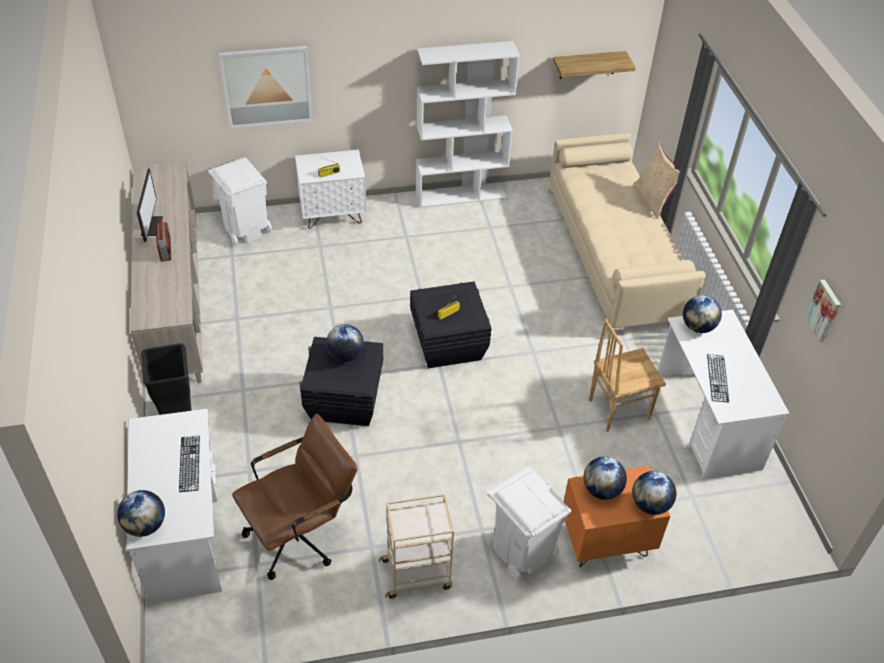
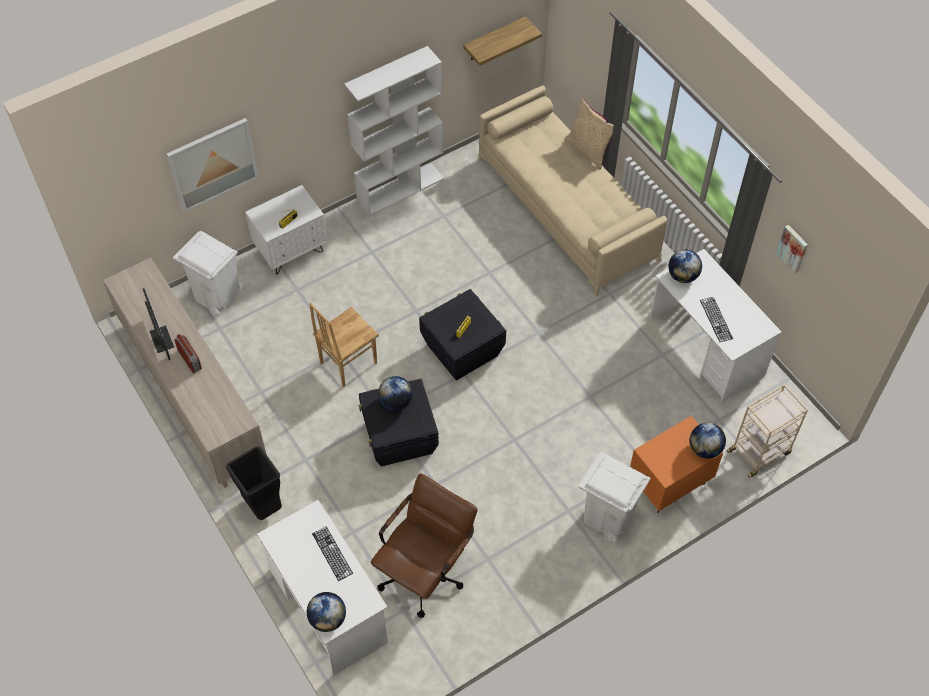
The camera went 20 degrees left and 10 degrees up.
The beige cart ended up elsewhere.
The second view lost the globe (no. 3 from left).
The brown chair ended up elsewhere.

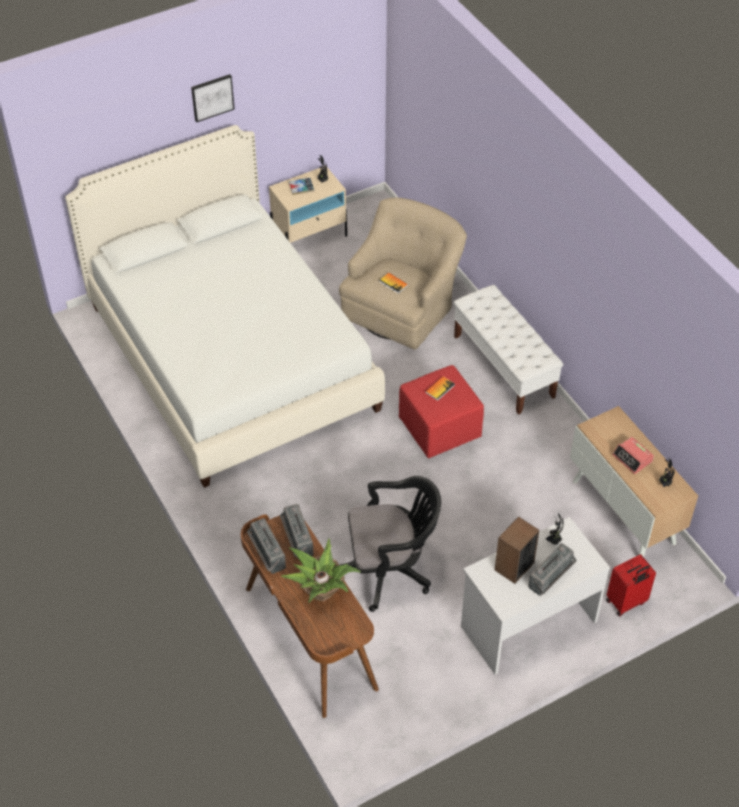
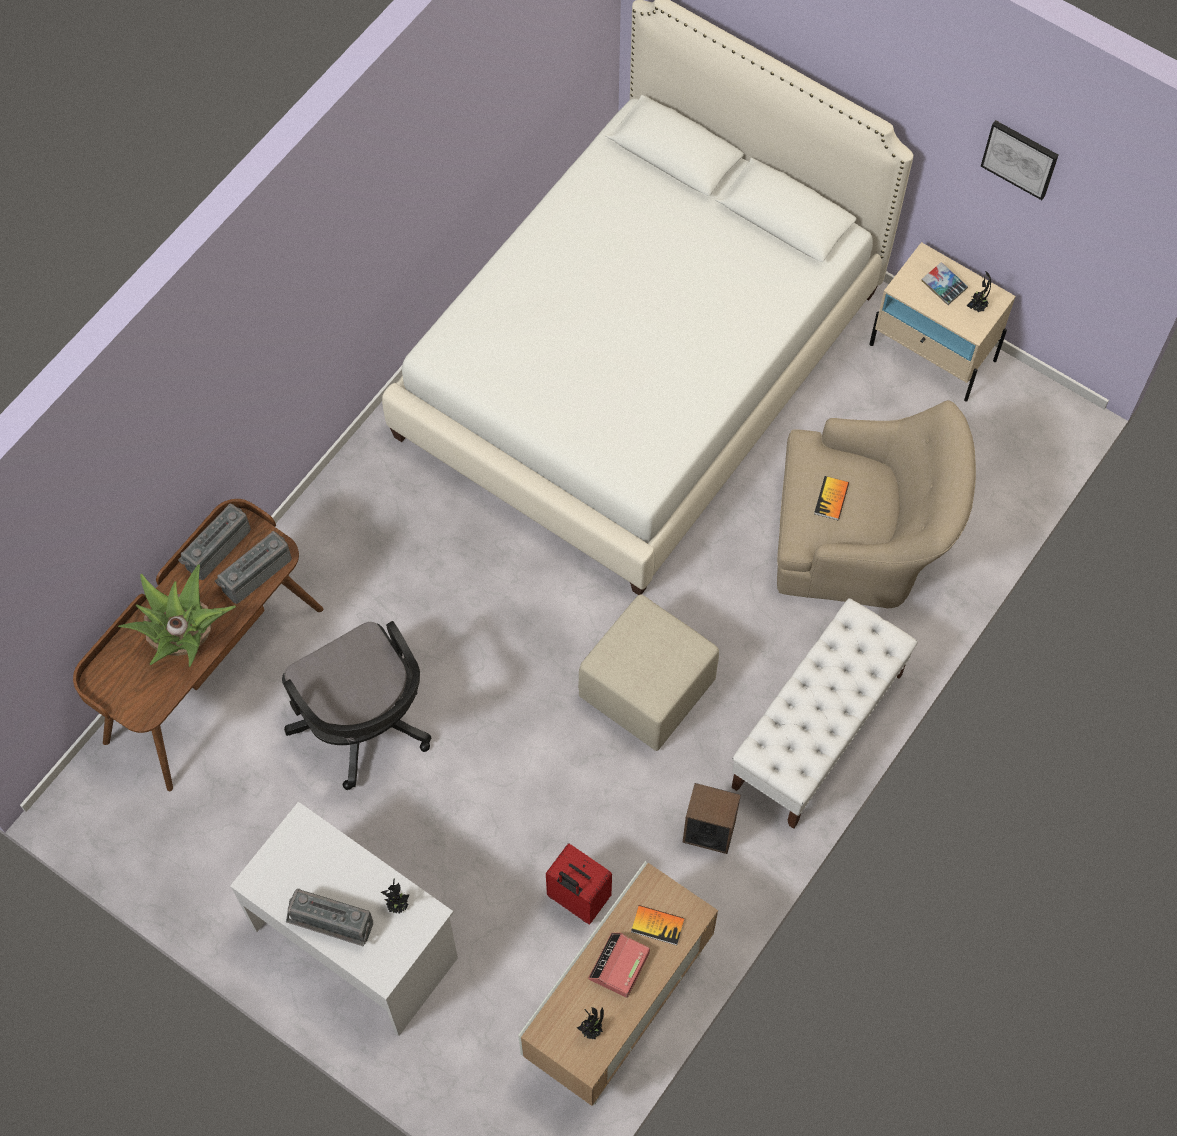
The camera went 65 degrees right and 15 degrees up.
The picture ended up elsewhere.
What was the red ottoman turned into the beige ottoman.
The book (no. 3 from left in the first image) ended up elsewhere.
The speaker ended up elsewhere.
The red suitcase ended up elsewhere.

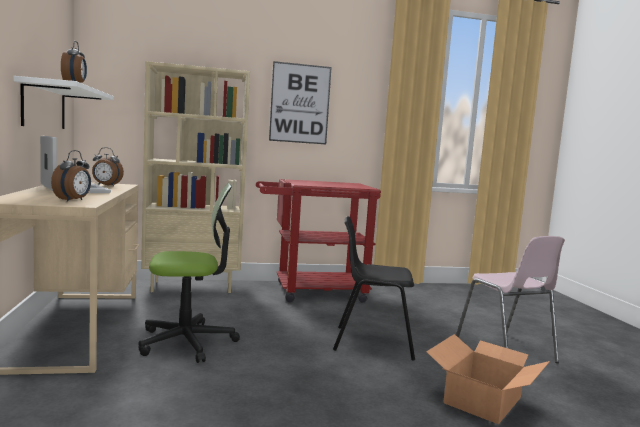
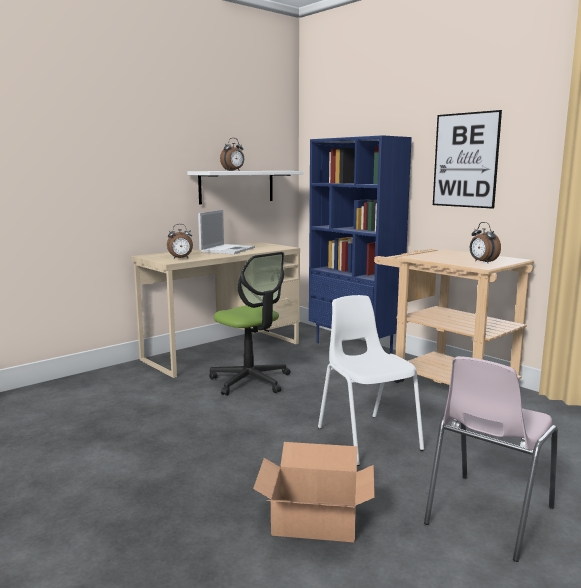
The camera went 60 degrees right and 5 degrees up.
The alarm clock (no. 3 from left) ended up elsewhere.
What was the beige bookcase turned into the blue bookcase.
What was the red cart turned into the beige cart.
What was the black chair turned into the white chair.

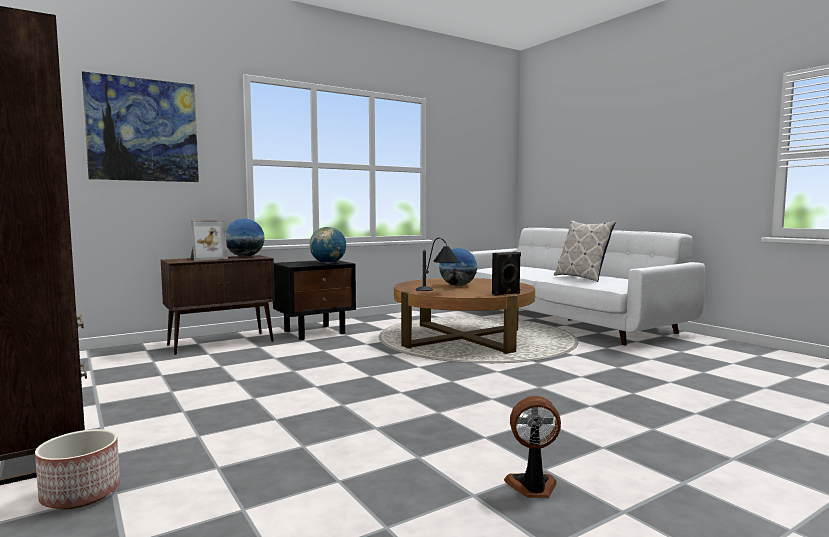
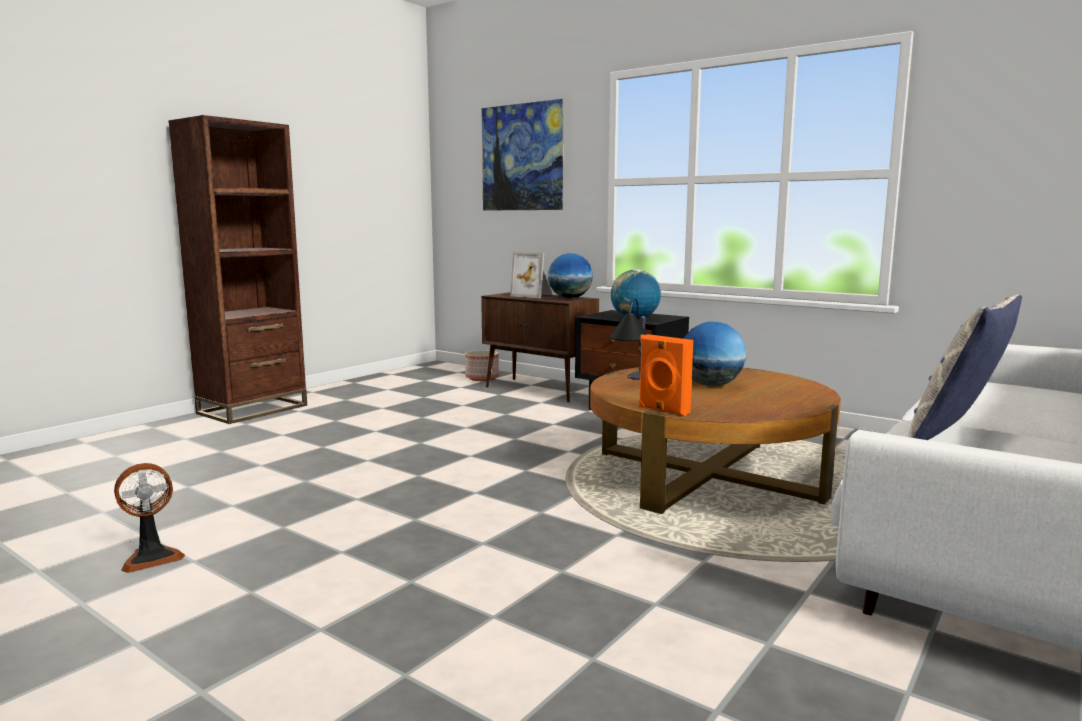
The camera went 70 degrees right and 5 degrees up.
The planter ended up elsewhere.
What was the black speaker turned into the orange speaker.
The fan ended up facing another way, 75 degrees clockwise from before.

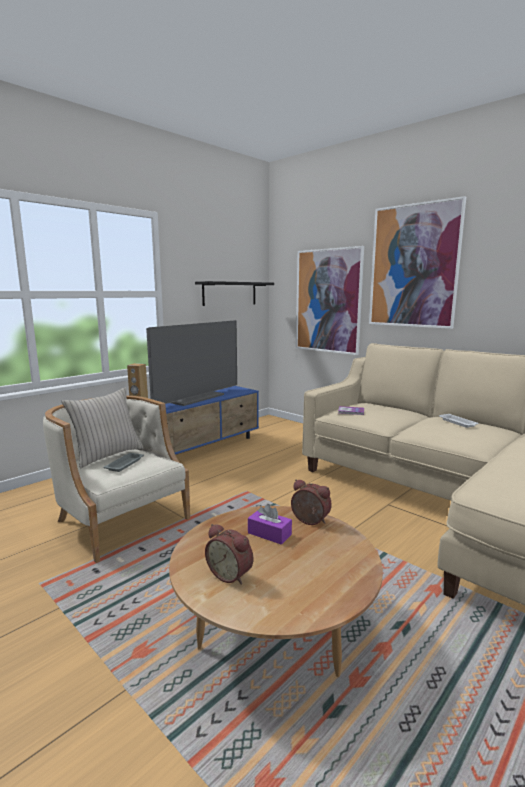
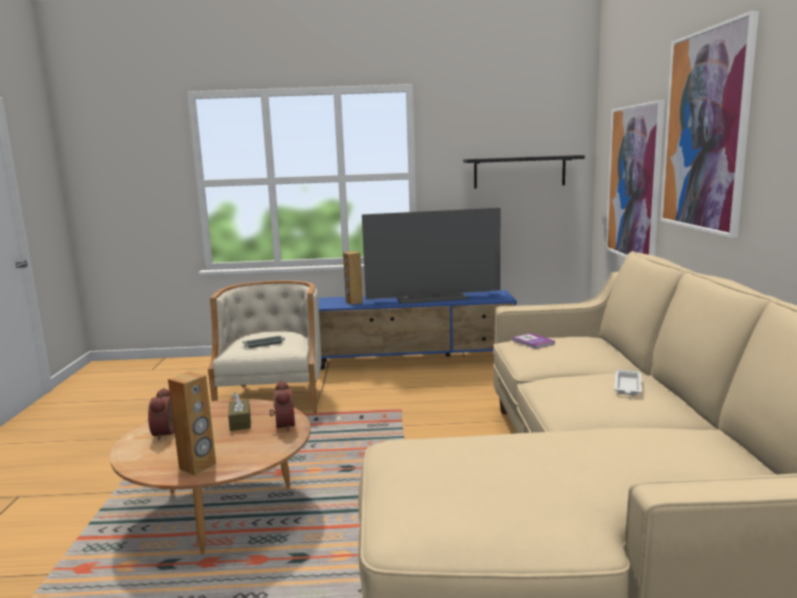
The camera went 45 degrees right and 0 degrees up.
The second view lost the beige pillow.
What was the purple tissue box turned into the brown tissue box.
The second view gained the brown speaker (no. 1 from left).

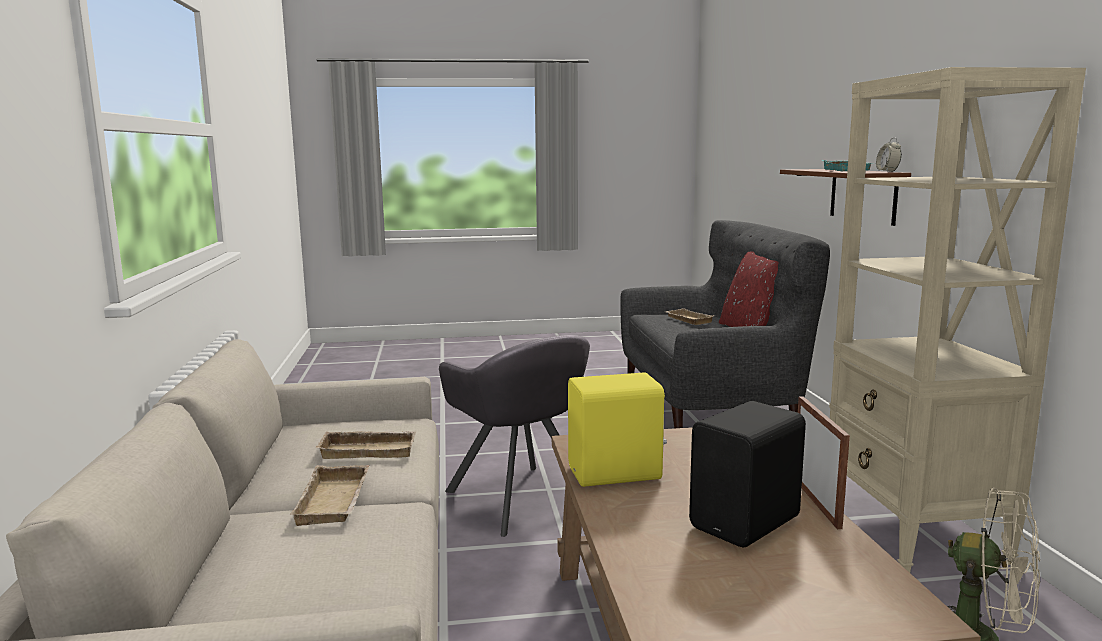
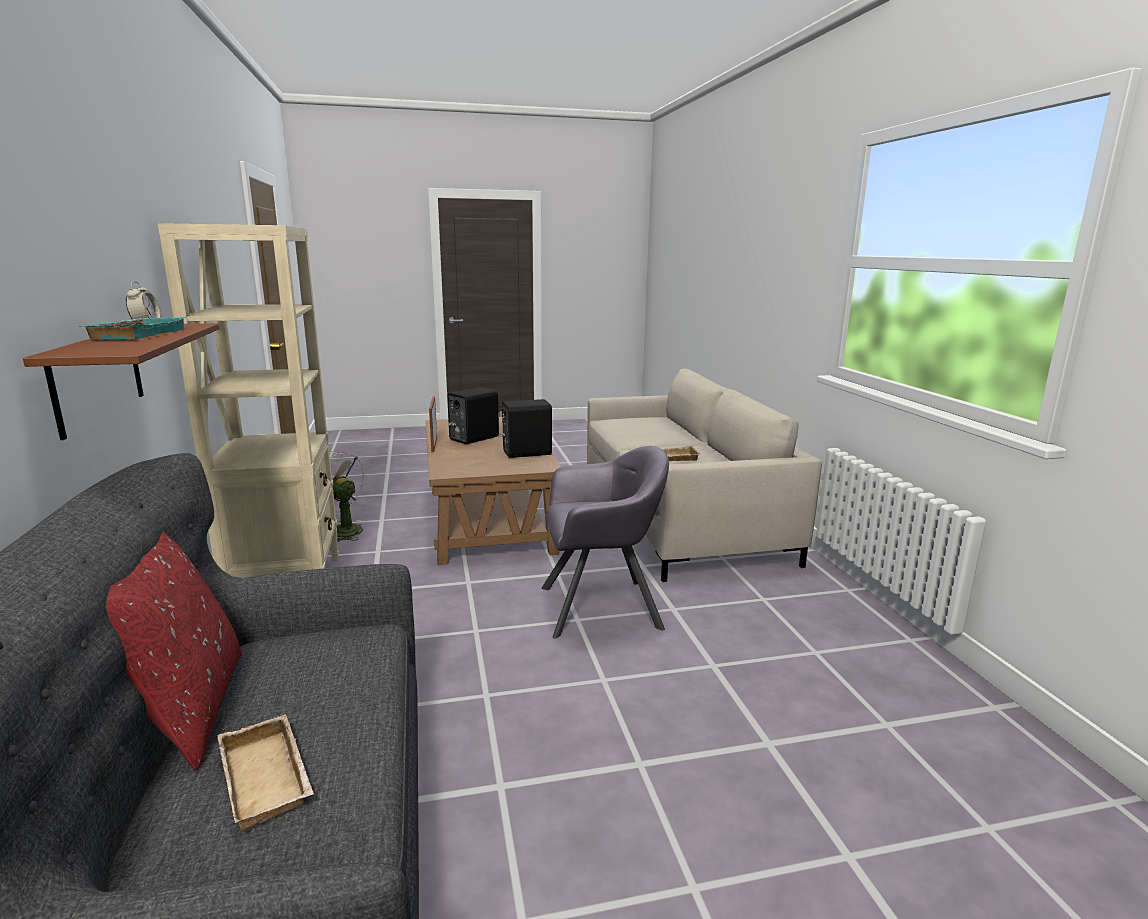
The camera went 175 degrees right and 5 degrees up.
The second view lost the beige tray (no. 1 from left).
The grey armchair ended up facing another way, 120 degrees clockwise from before.
What was the yellow speaker turned into the black speaker (no. 2 from left).

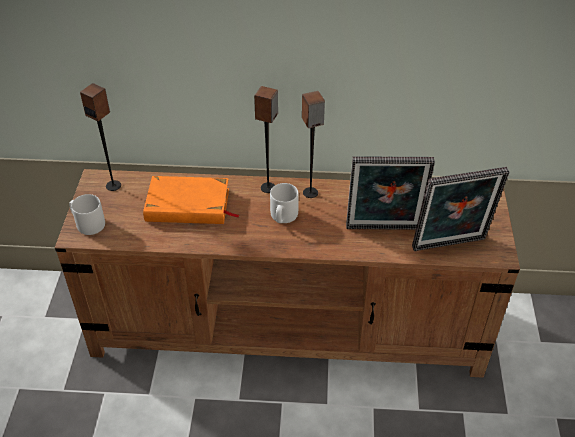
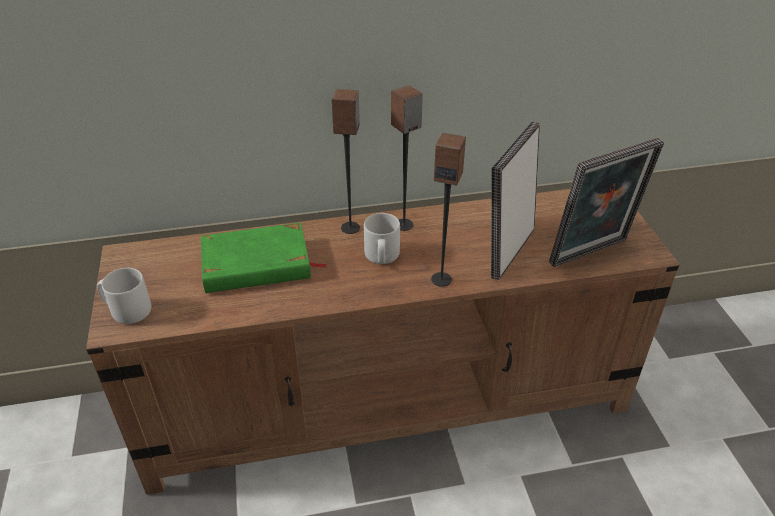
The camera went 15 degrees left and 5 degrees down.
The speaker (no. 1 from left in the first image) ended up elsewhere.
What was the orange book turned into the green book.
The picture frame (no. 1 from left) ended up facing another way, 135 degrees clockwise from before.

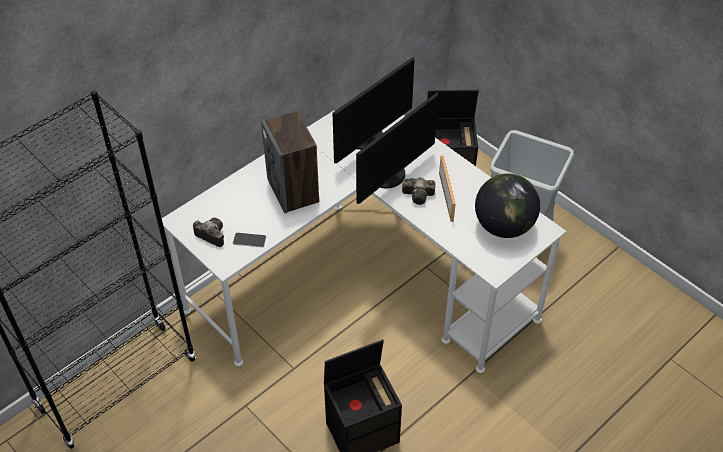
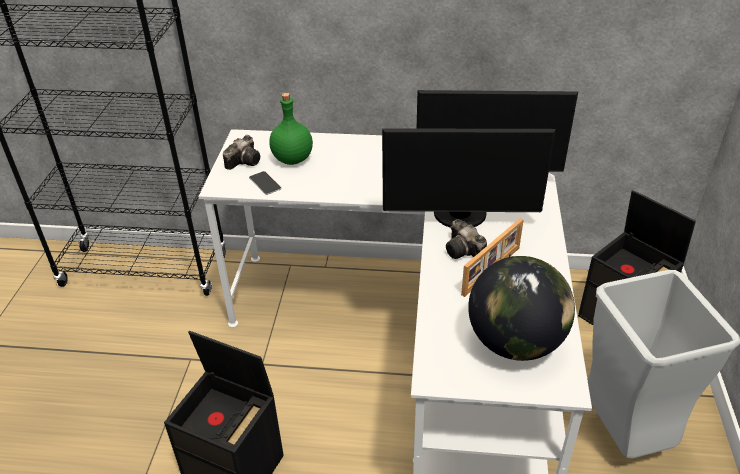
The camera went 50 degrees right and 10 degrees down.
The photo camera (no. 1 from left) ended up facing another way, 45 degrees clockwise from before.
The second view lost the speaker.
The second view gained the green bottle.

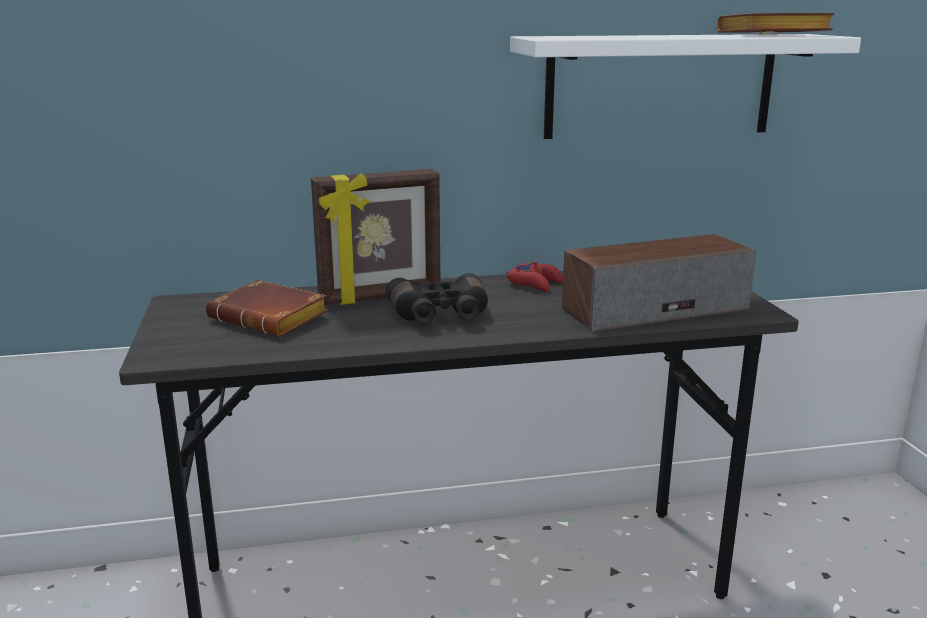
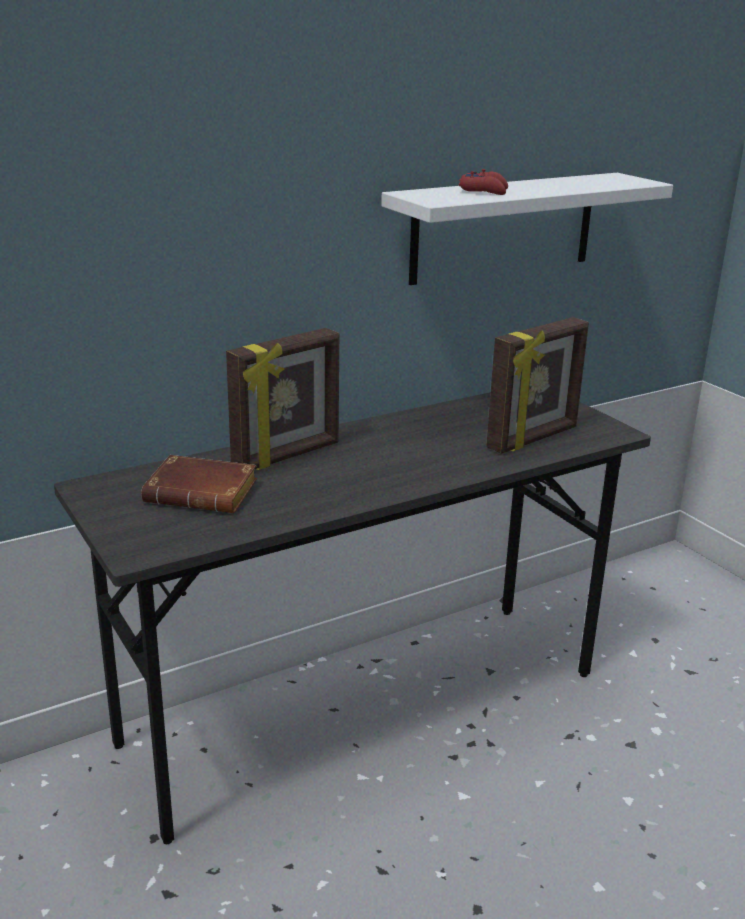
The camera went 20 degrees left and 5 degrees up.
The second view lost the black binoculars.
The red game controller ended up elsewhere.
Where the speaker stood, the picture frame (no. 2 from left) came to stand.
The second view lost the brown book (no. 2 from left).

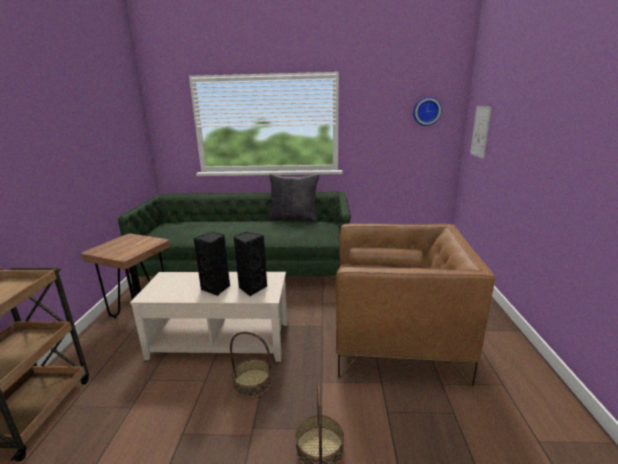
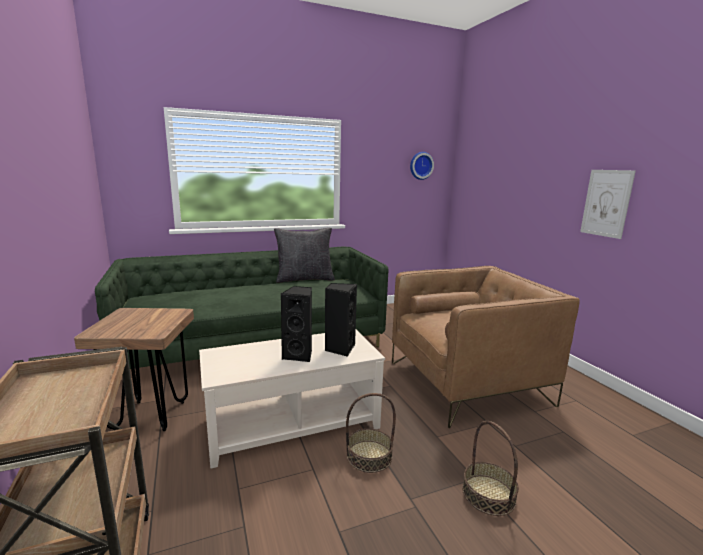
The camera went 25 degrees left and 5 degrees down.
The picture ended up elsewhere.

